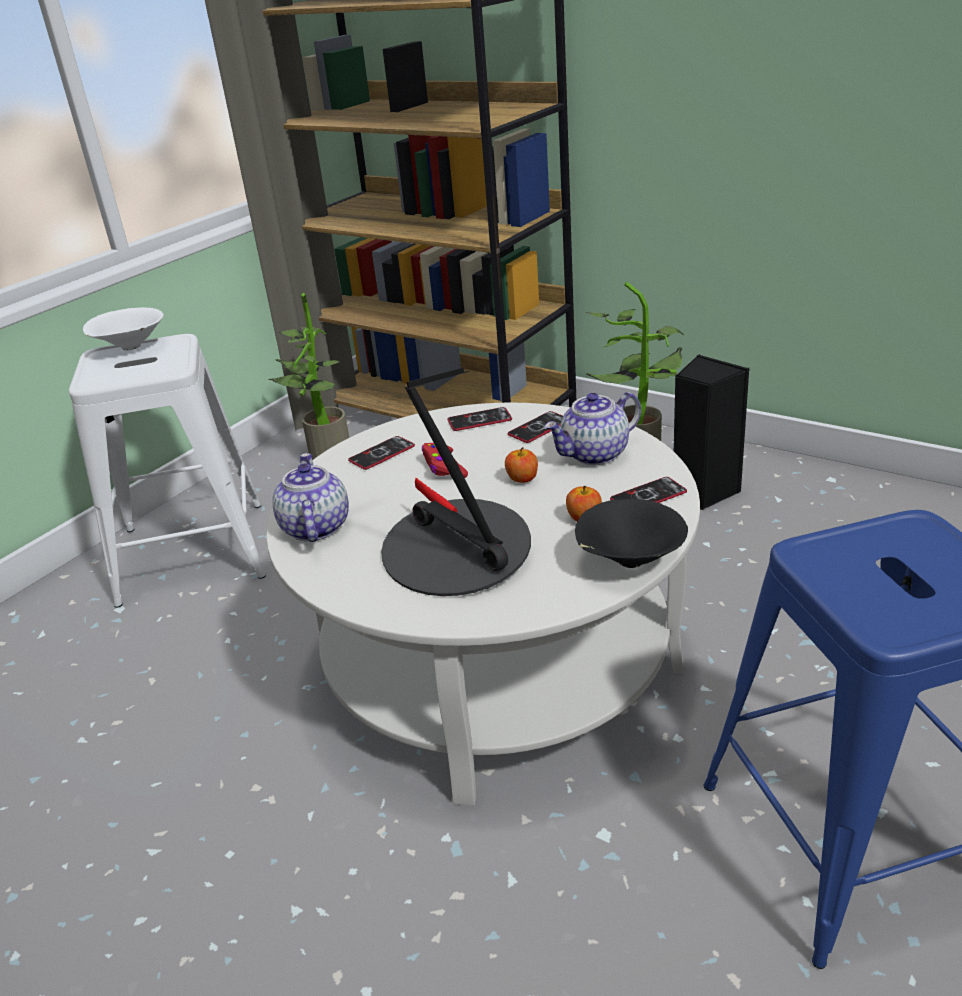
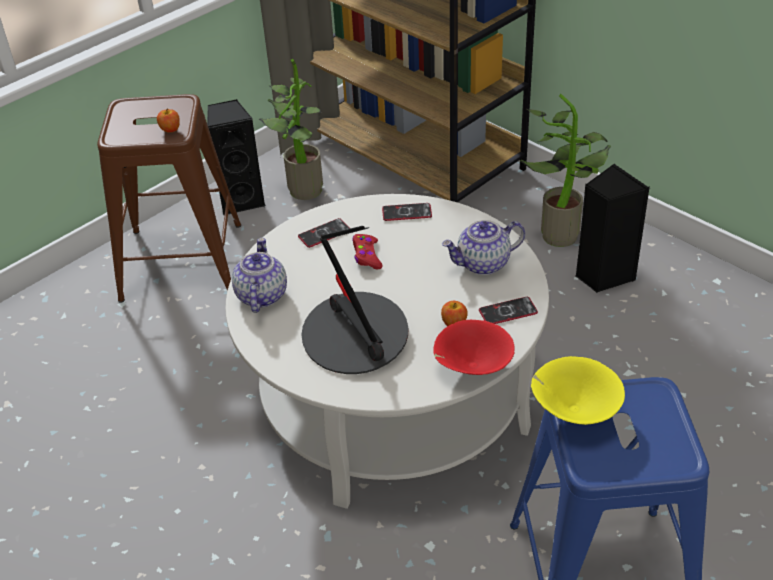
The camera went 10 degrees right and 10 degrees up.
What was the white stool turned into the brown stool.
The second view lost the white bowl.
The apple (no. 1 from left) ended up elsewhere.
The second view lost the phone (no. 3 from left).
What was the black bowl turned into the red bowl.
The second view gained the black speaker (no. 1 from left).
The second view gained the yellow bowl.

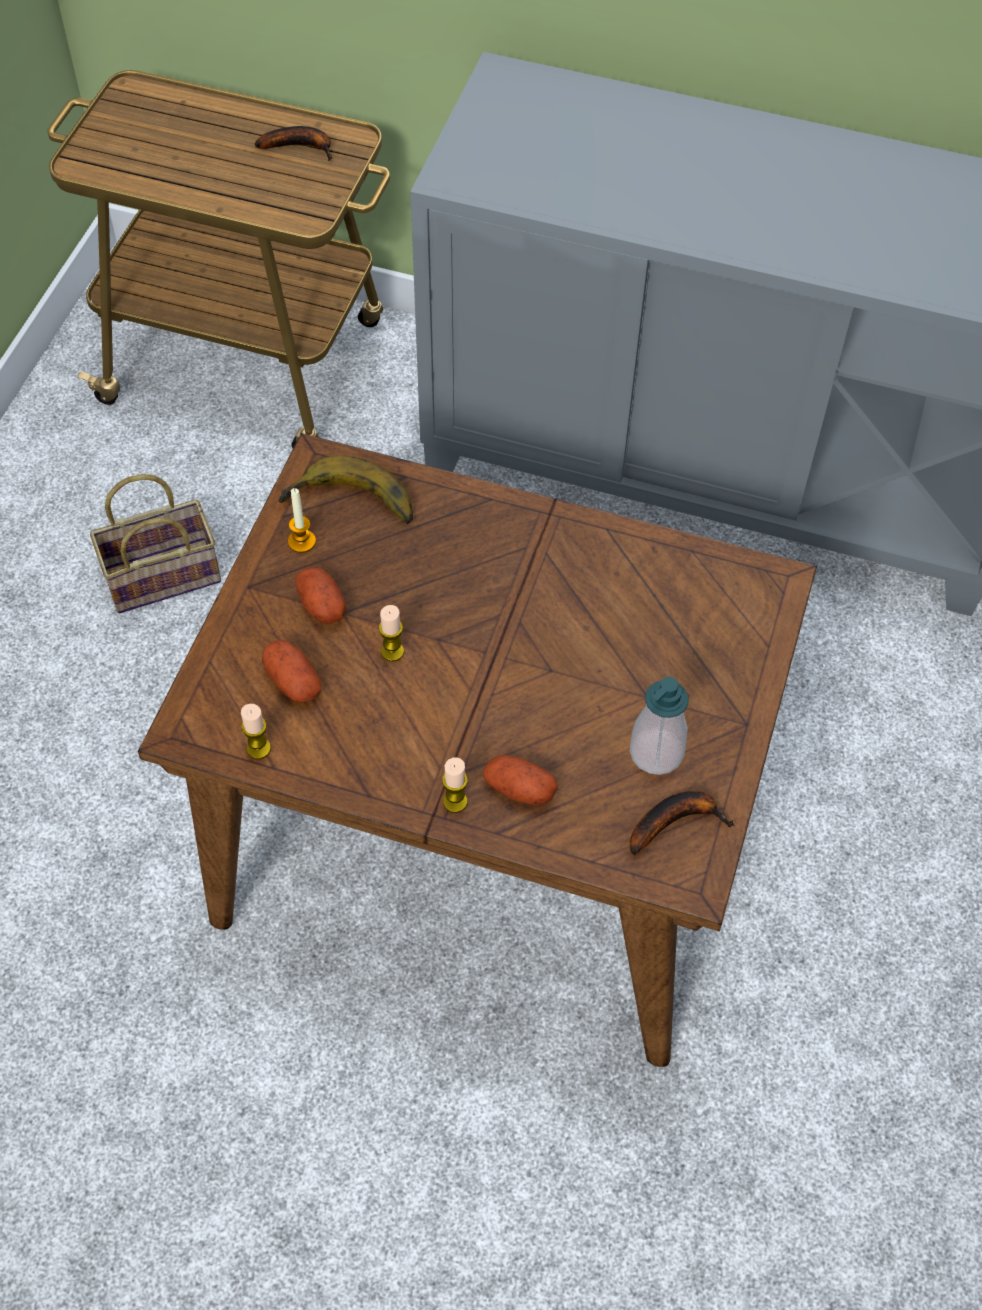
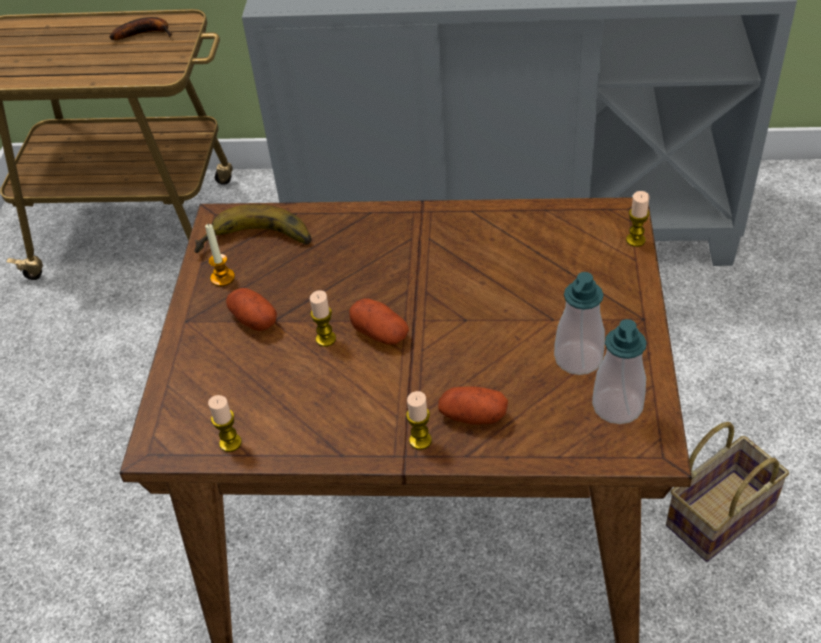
The camera went 10 degrees left and 10 degrees down.
The basket ended up elsewhere.
The potato (no. 1 from left in the first image) ended up elsewhere.
Where the banana (no. 3 from left) stood, the soap dispenser (no. 2 from left) came to stand.
The second view gained the candle (no. 5 from left).

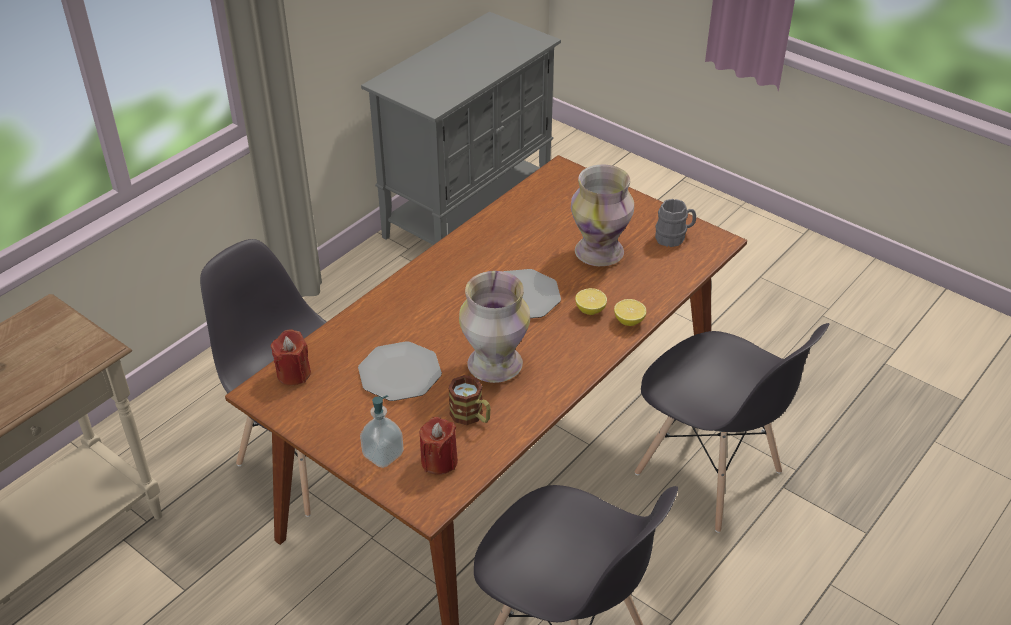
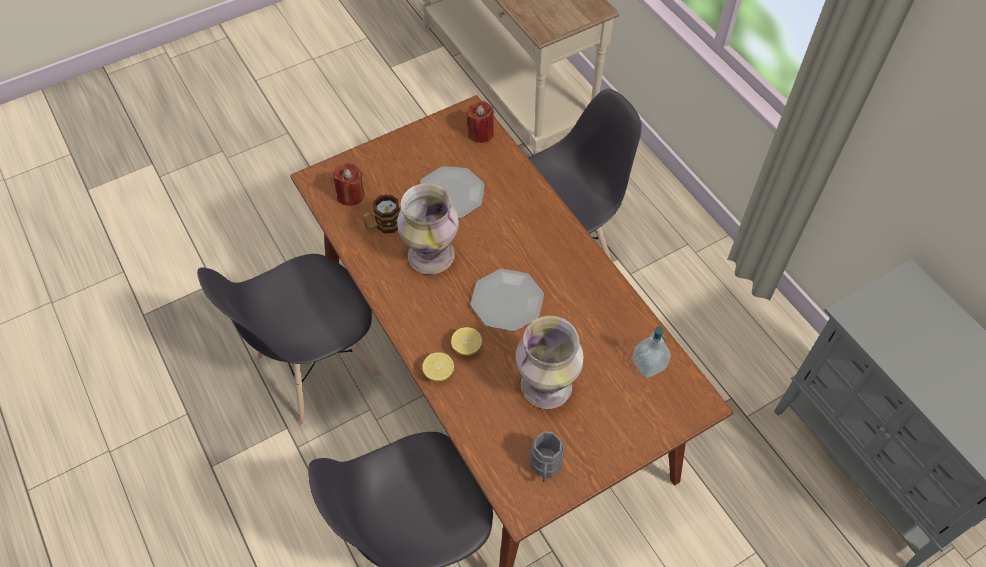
The camera went 110 degrees right and 15 degrees up.
The soap dispenser ended up elsewhere.

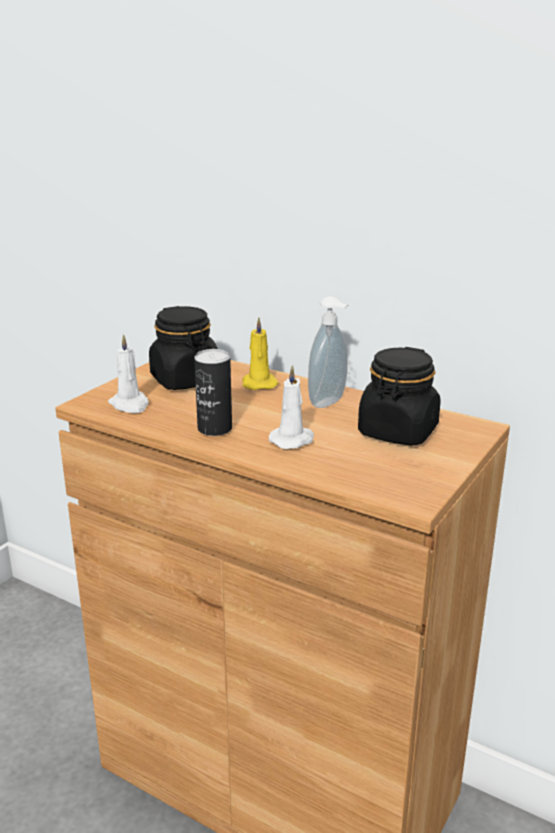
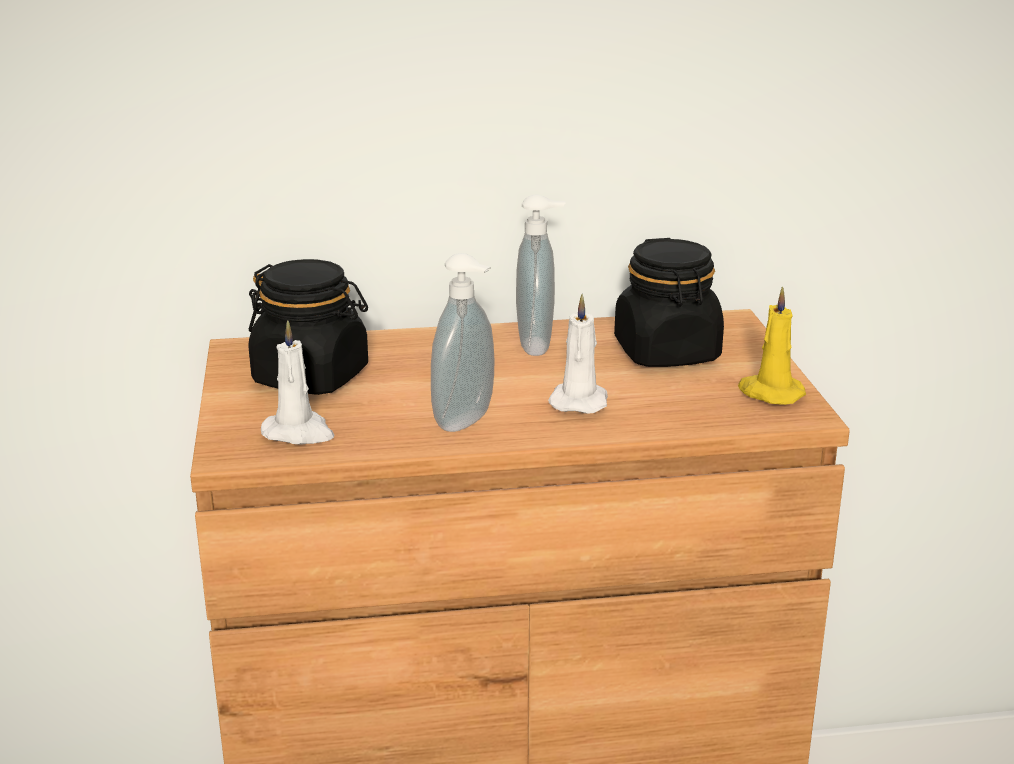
The camera went 40 degrees left and 0 degrees up.
Where the can stood, the soap dispenser (no. 1 from left) came to stand.
The yellow candle ended up elsewhere.

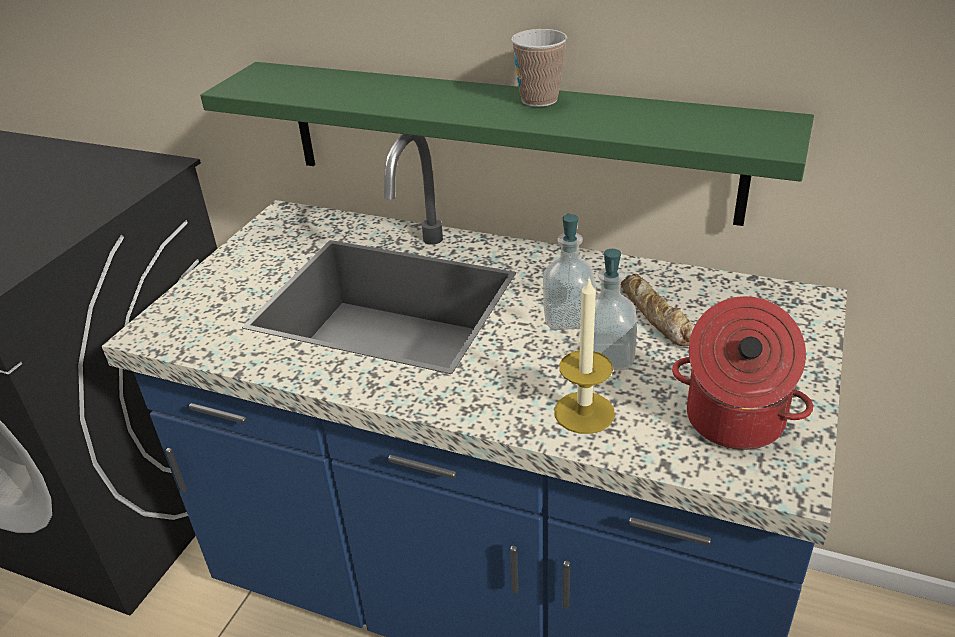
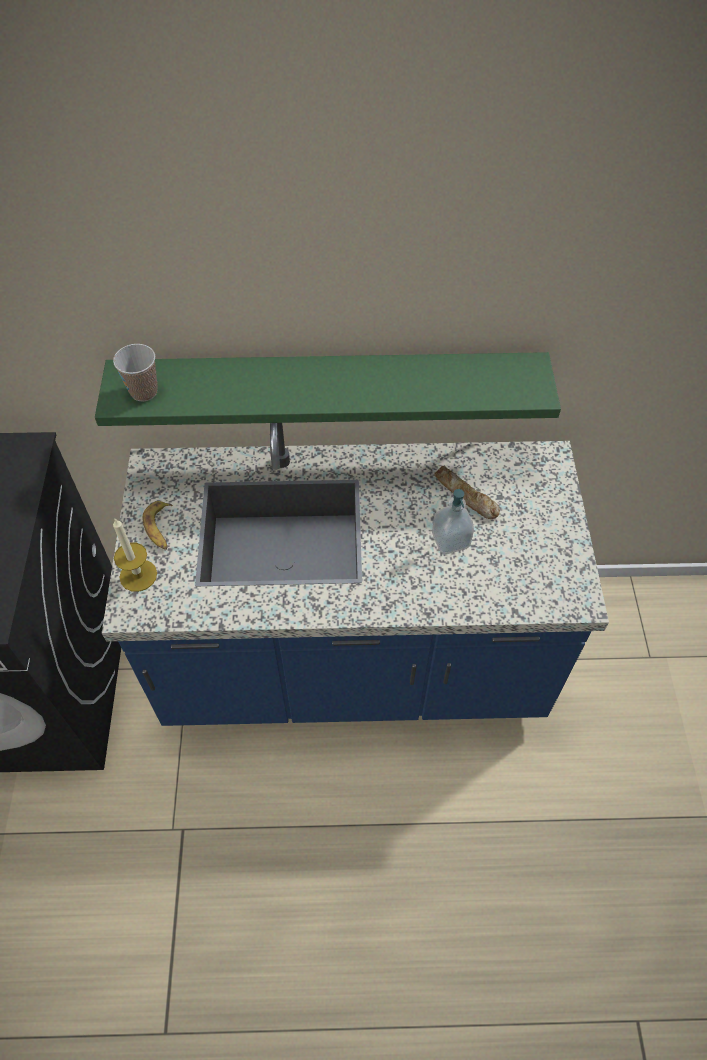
The camera went 25 degrees left and 20 degrees up.
The cup ended up elsewhere.
The second view lost the soap dispenser (no. 1 from left).
The candle ended up elsewhere.
The second view lost the cooking pot.
The second view gained the banana.

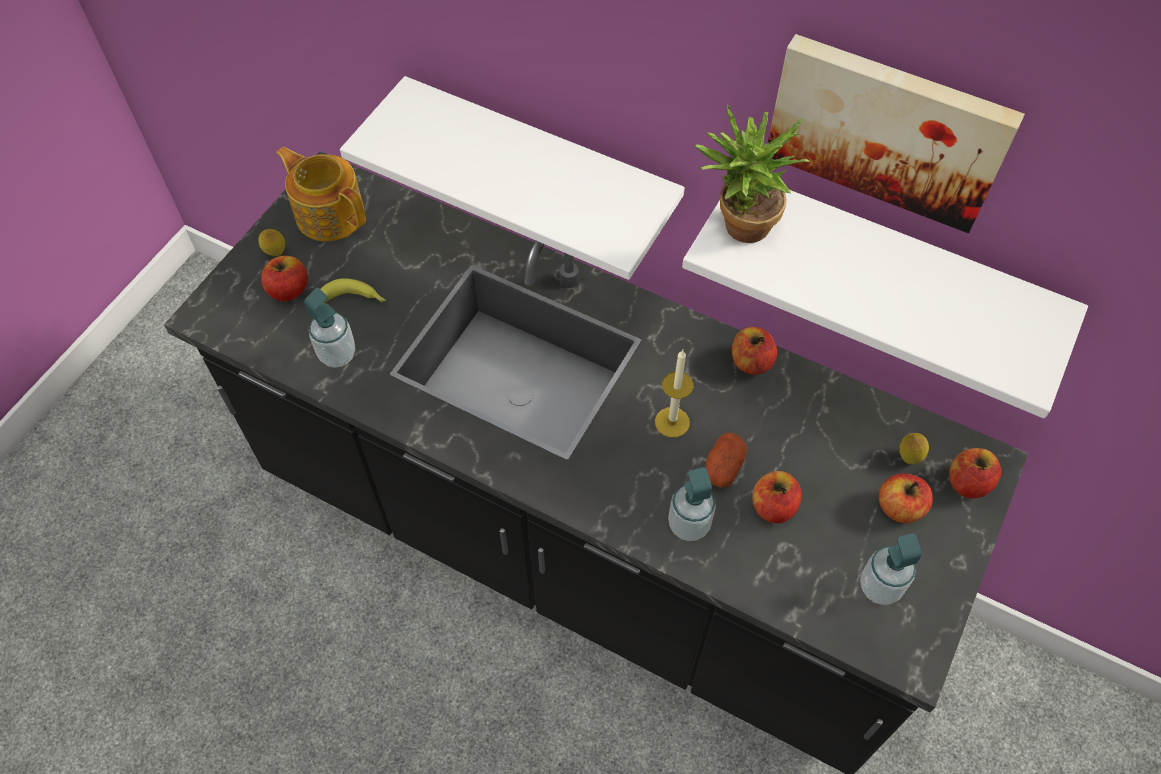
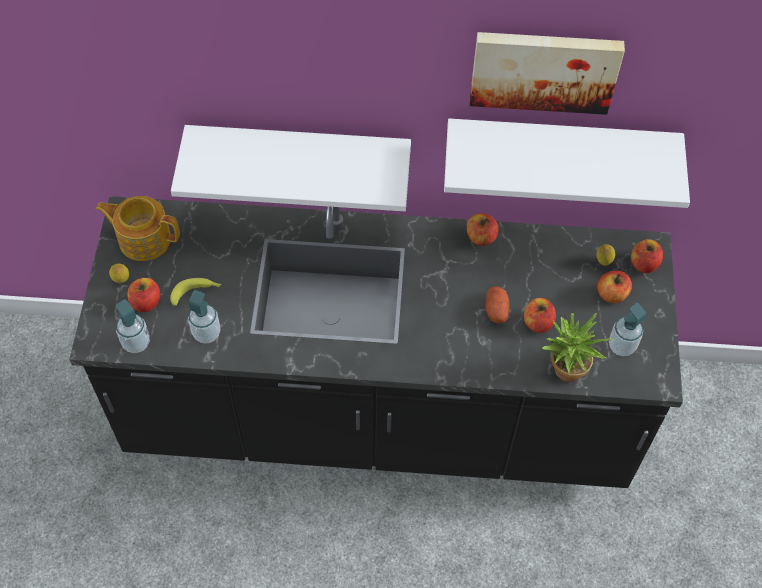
The camera went 25 degrees left and 0 degrees up.
The second view lost the candle.
The soap dispenser (no. 2 from left in the first image) ended up elsewhere.
The potted plant ended up elsewhere.

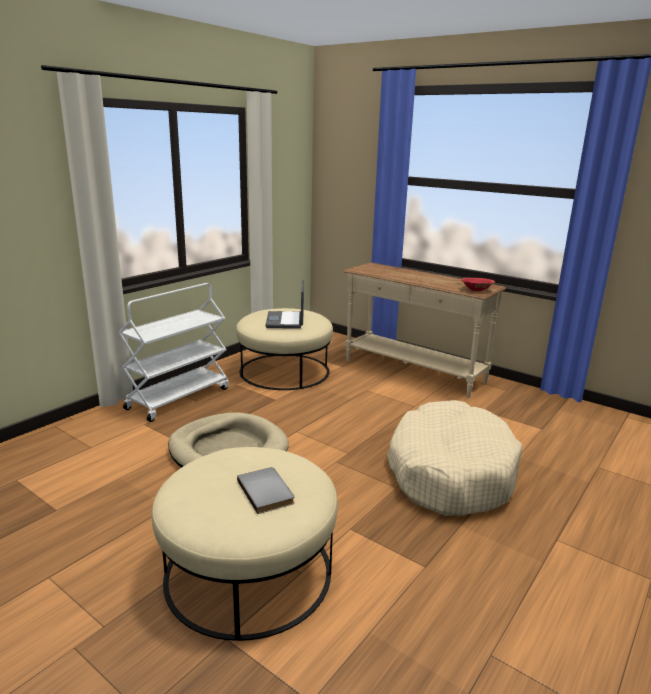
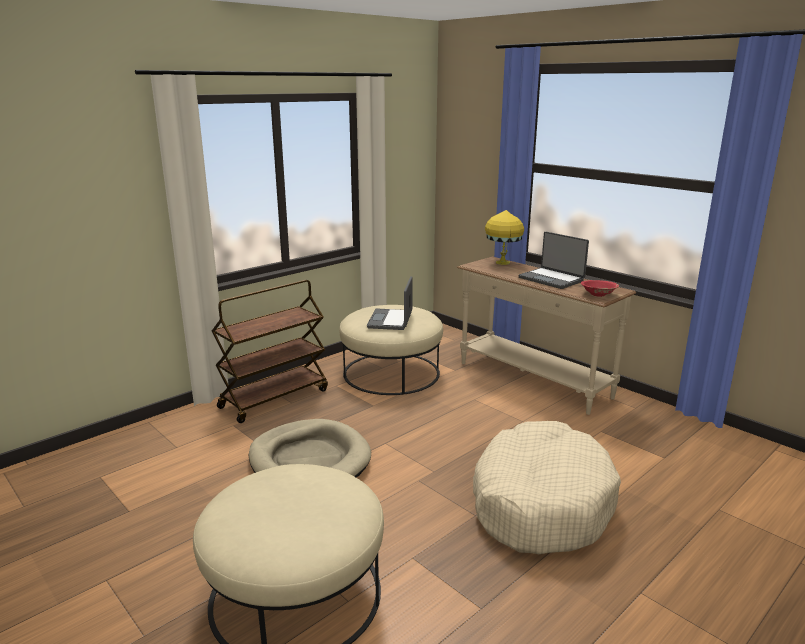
The camera went 10 degrees right and 0 degrees up.
What was the white cart turned into the brown cart.
The second view lost the grey book.
The second view gained the yellow table lamp.
The second view gained the laptop (no. 2 from left).

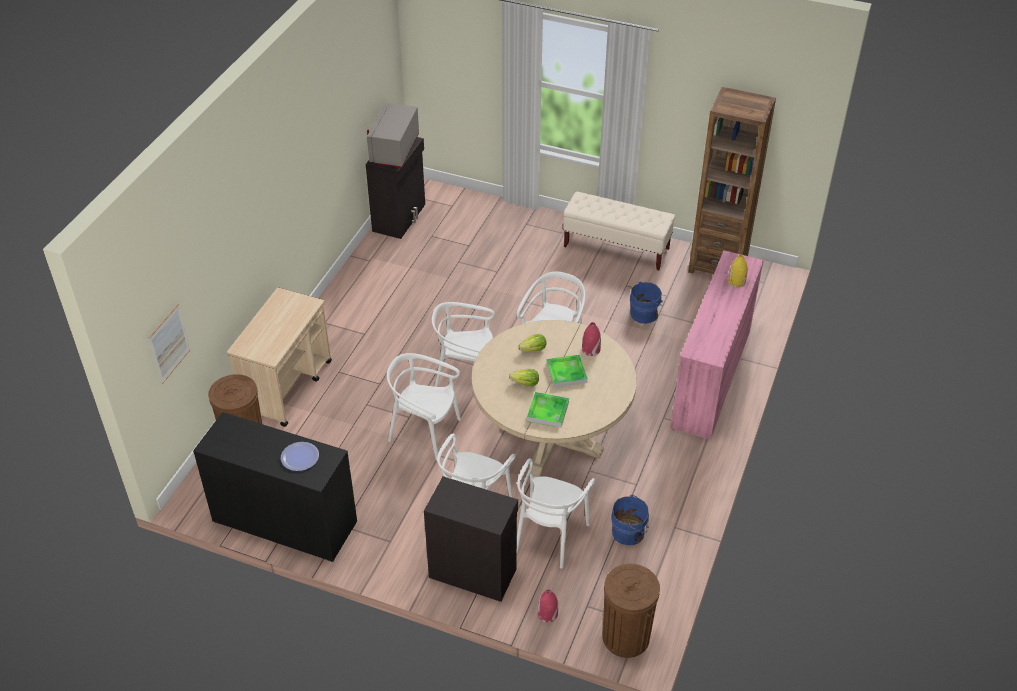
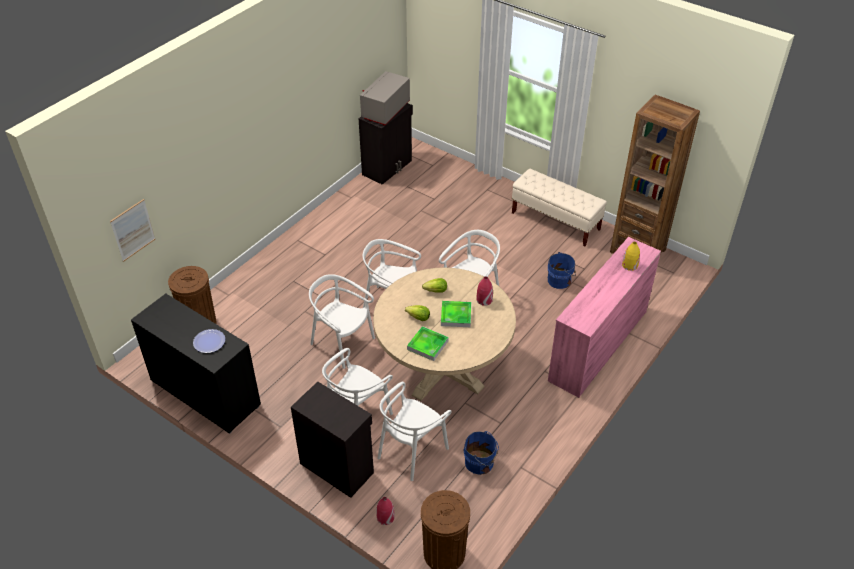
The camera went 15 degrees right and 0 degrees up.
The second view lost the beige cart.

